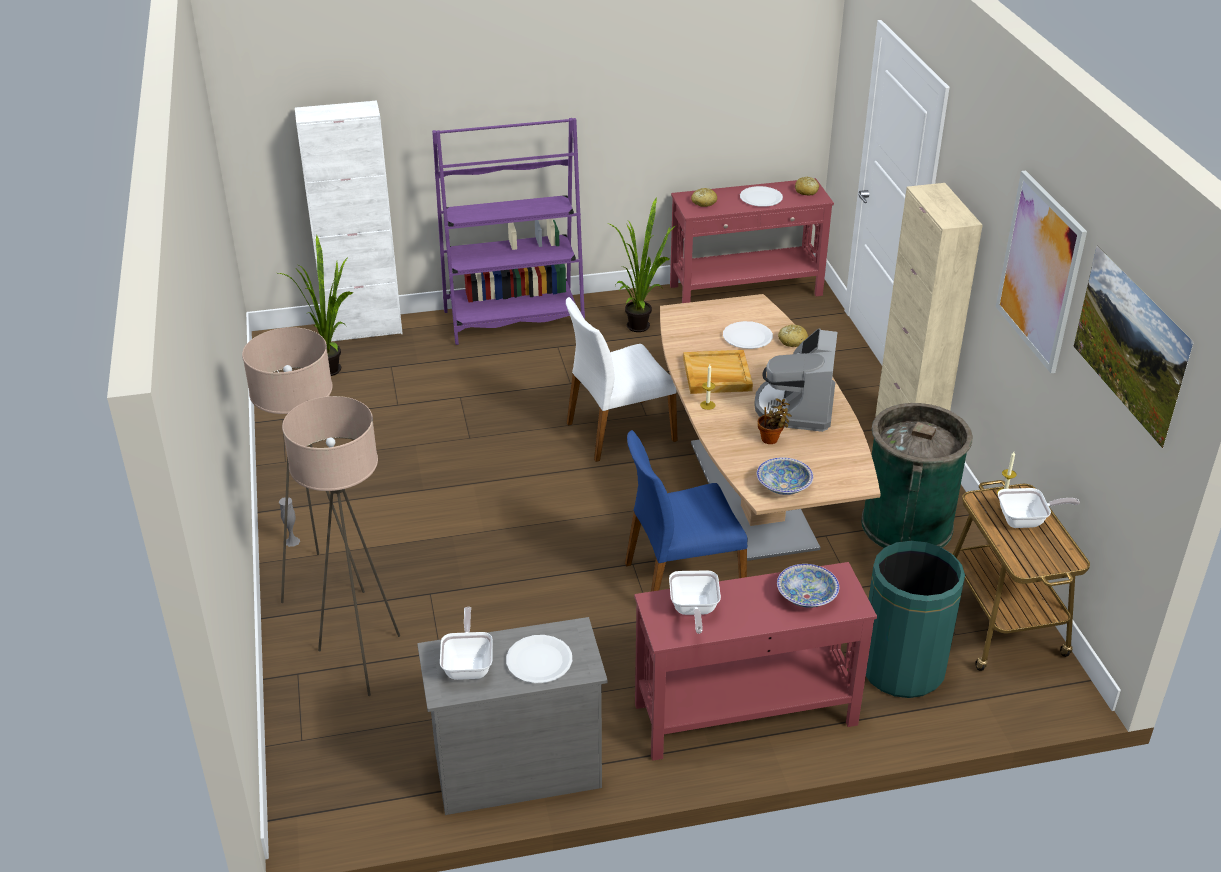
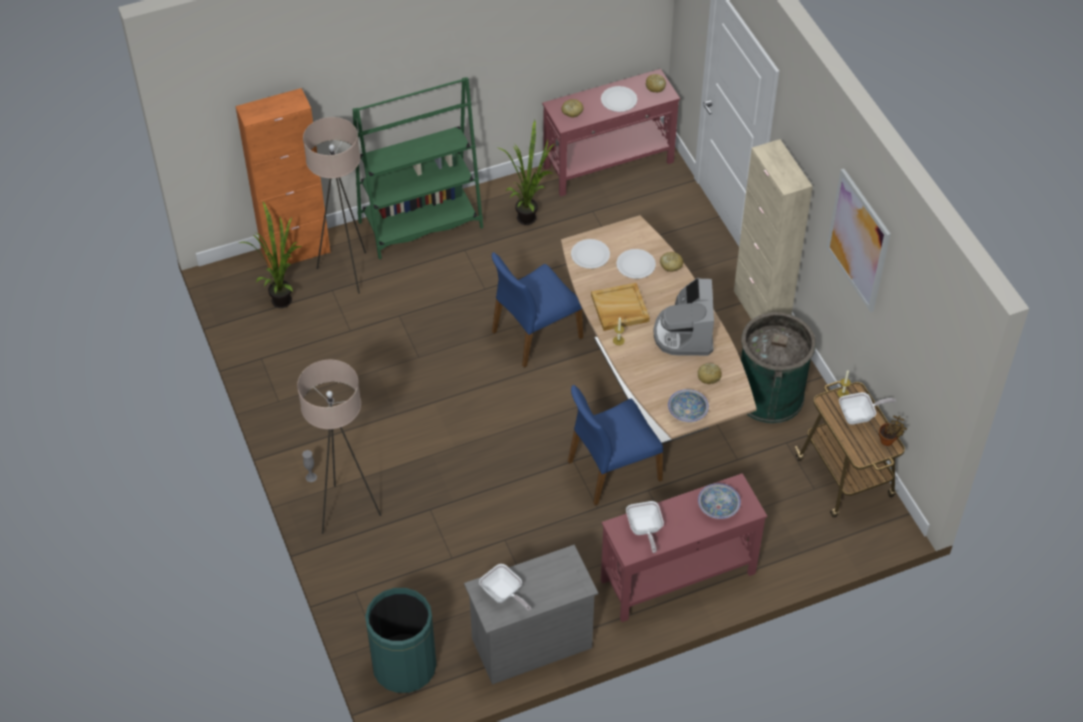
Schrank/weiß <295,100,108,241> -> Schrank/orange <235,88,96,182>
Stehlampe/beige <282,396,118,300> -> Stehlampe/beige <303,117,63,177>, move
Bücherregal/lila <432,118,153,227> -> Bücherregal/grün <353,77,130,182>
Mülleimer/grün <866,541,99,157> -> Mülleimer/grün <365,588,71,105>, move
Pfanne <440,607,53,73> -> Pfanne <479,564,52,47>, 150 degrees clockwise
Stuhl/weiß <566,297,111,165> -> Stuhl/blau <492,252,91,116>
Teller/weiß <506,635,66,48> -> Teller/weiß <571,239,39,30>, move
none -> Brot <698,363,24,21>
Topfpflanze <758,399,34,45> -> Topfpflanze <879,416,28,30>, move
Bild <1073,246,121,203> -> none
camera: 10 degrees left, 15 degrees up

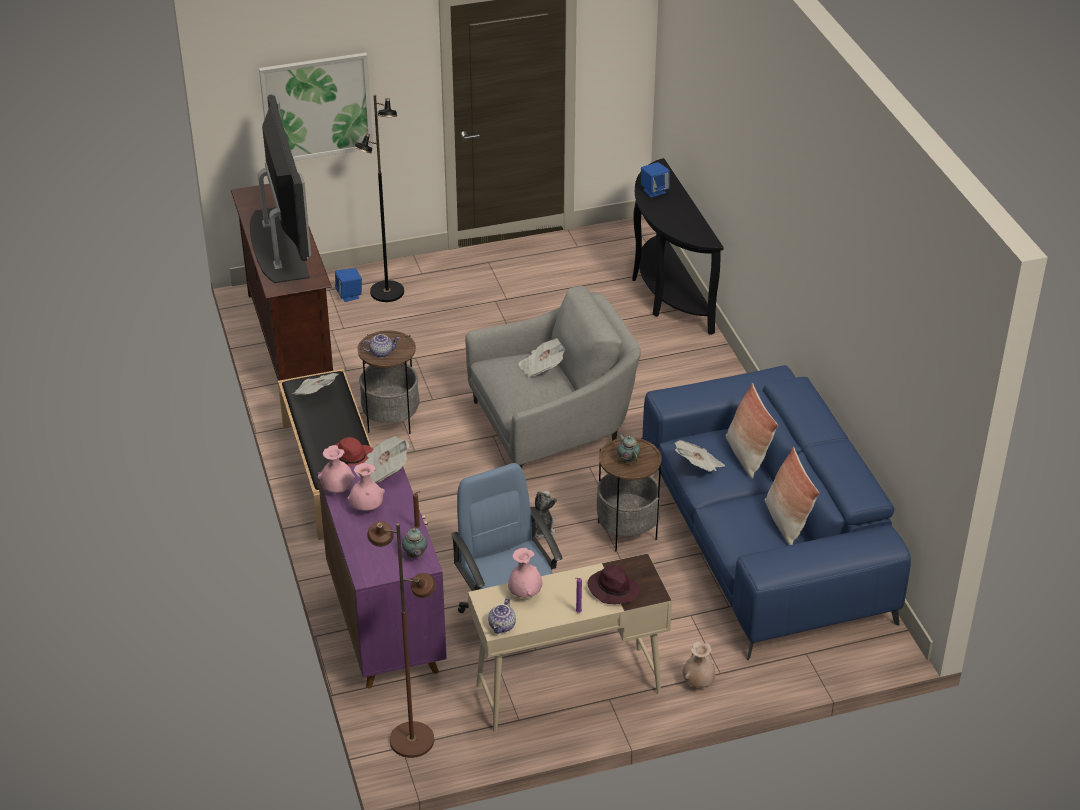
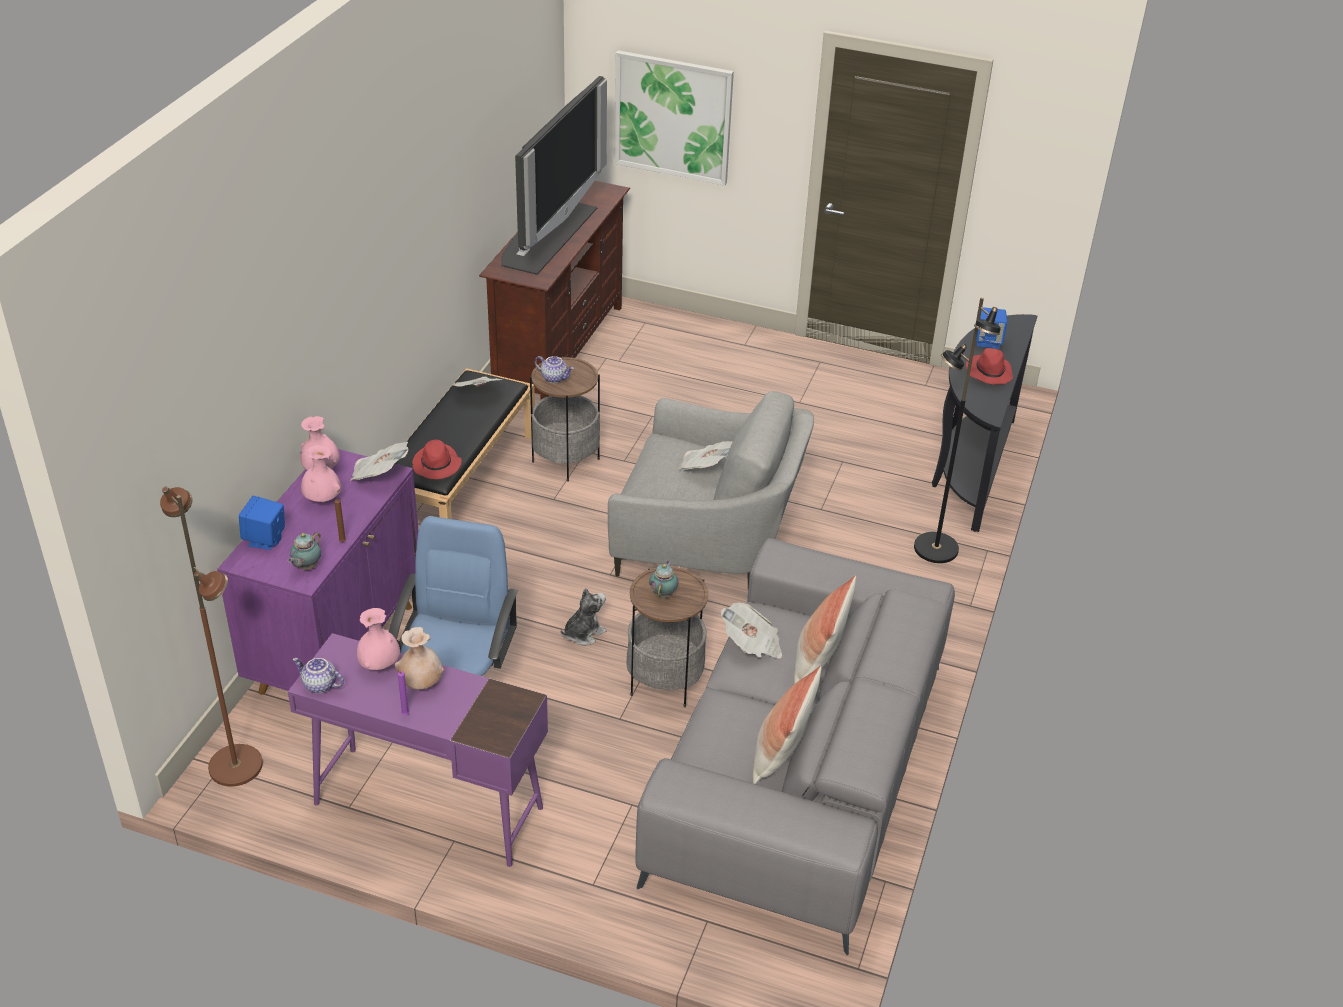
Lautsprecher/blau <335,268,27,34> -> Lautsprecher/blau <239,496,46,54>, move
Schreibtisch/beige <468,553,204,179> -> Schreibtisch/lila <288,633,260,234>
Teekanne <488,598,28,36> -> Teekanne <293,658,51,35>, 60 degrees clockwise
Vase/beige <682,641,33,47> -> Vase/beige <395,627,49,62>, move
Sofa/blau <642,365,269,295> -> Sofa/grau <635,538,320,417>
Stehlampe/schwarz <354,95,50,207> -> Stehlampe/schwarz <914,297,87,266>, move
none -> Hut/rot <966,348,47,37>
Hut/lila <588,565,52,39> -> none
camera: 35 degrees right, 0 degrees up

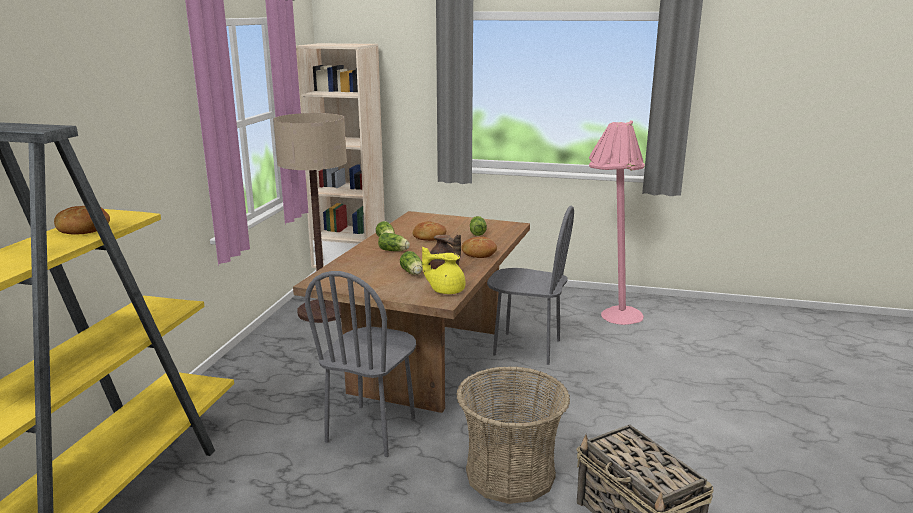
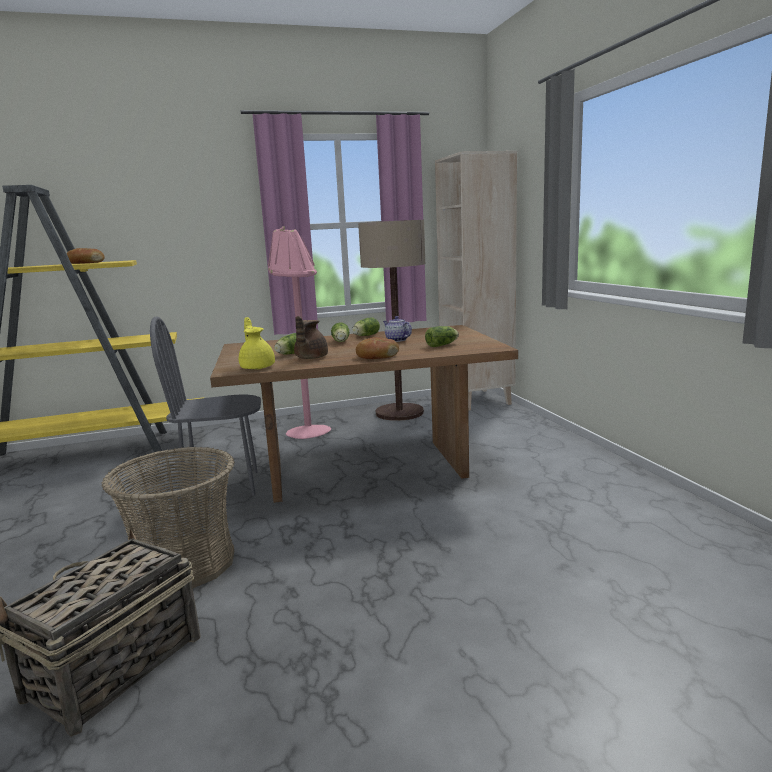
Stehlampe/rosa <589,120,56,205> -> Stehlampe/rosa <268,226,63,213>, move
Brot <412,221,34,20> -> Teekanne <383,316,29,26>
Stuhl/grau <487,206,87,159> -> none
camera: 60 degrees right, 5 degrees down

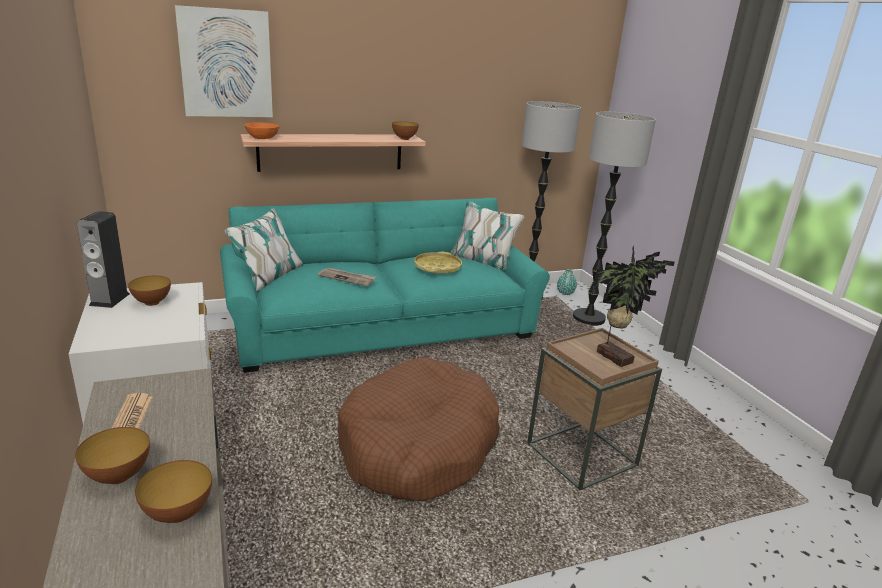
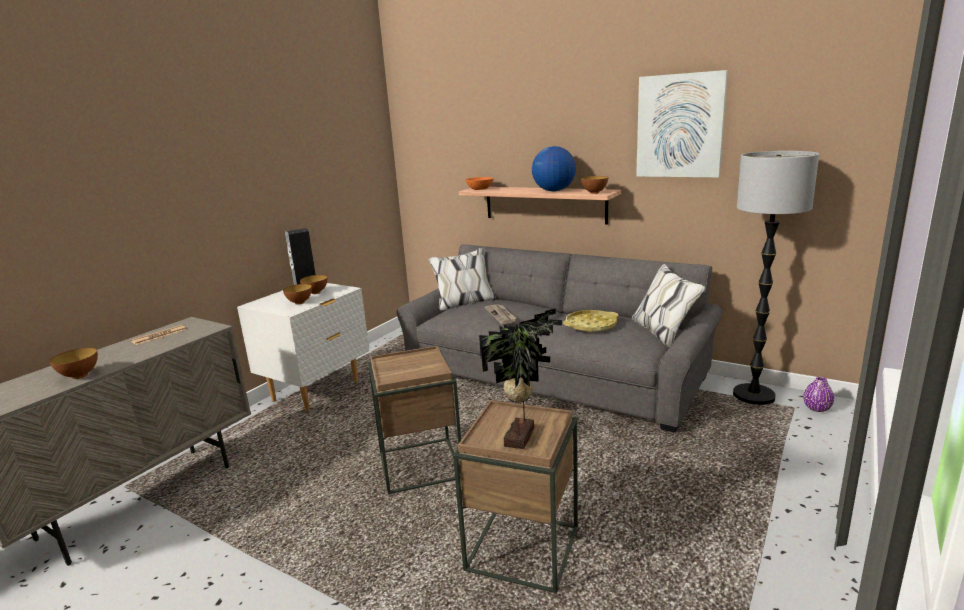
Schüssel <75,427,75,57> -> Schüssel <283,284,29,21>, move
Hundebett/braun <337,357,163,144> -> Beistelltisch/braun <368,346,93,148>
Sofa/türkis <220,198,330,175> -> Sofa/grau <397,244,326,189>
none -> Globus <532,146,44,46>
Bild <175,5,98,112> -> Bild <636,70,92,107>, move
Vase/türkis <557,269,20,26> -> Vase/lila <803,376,31,36>
Stehlampe <573,112,83,214> -> none
camera: 55 degrees right, 5 degrees down

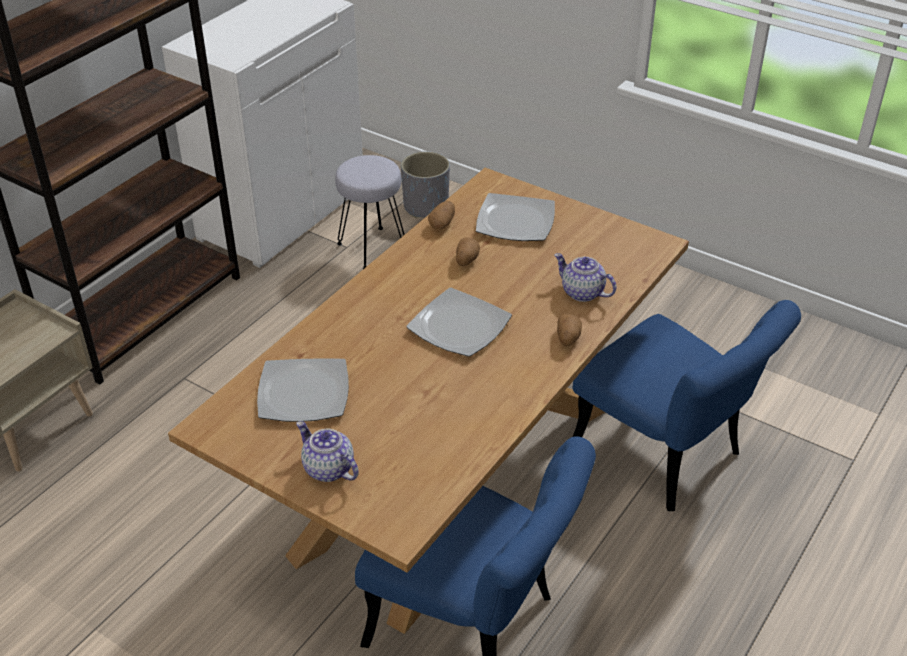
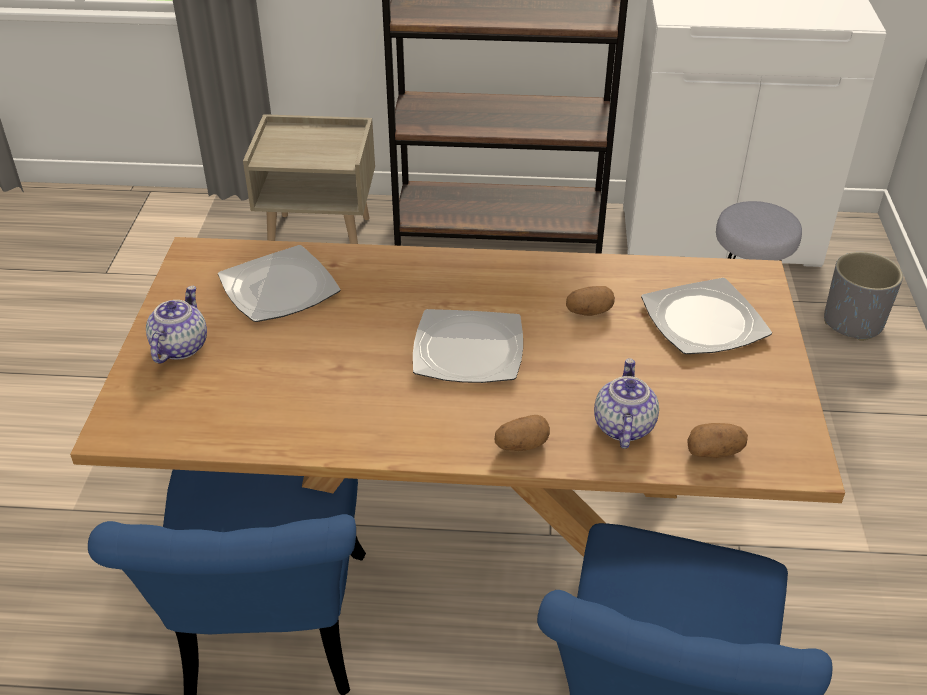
Kartoffel <428,201,27,29> -> Kartoffel <687,423,61,35>, move
camera: 60 degrees right, 0 degrees up

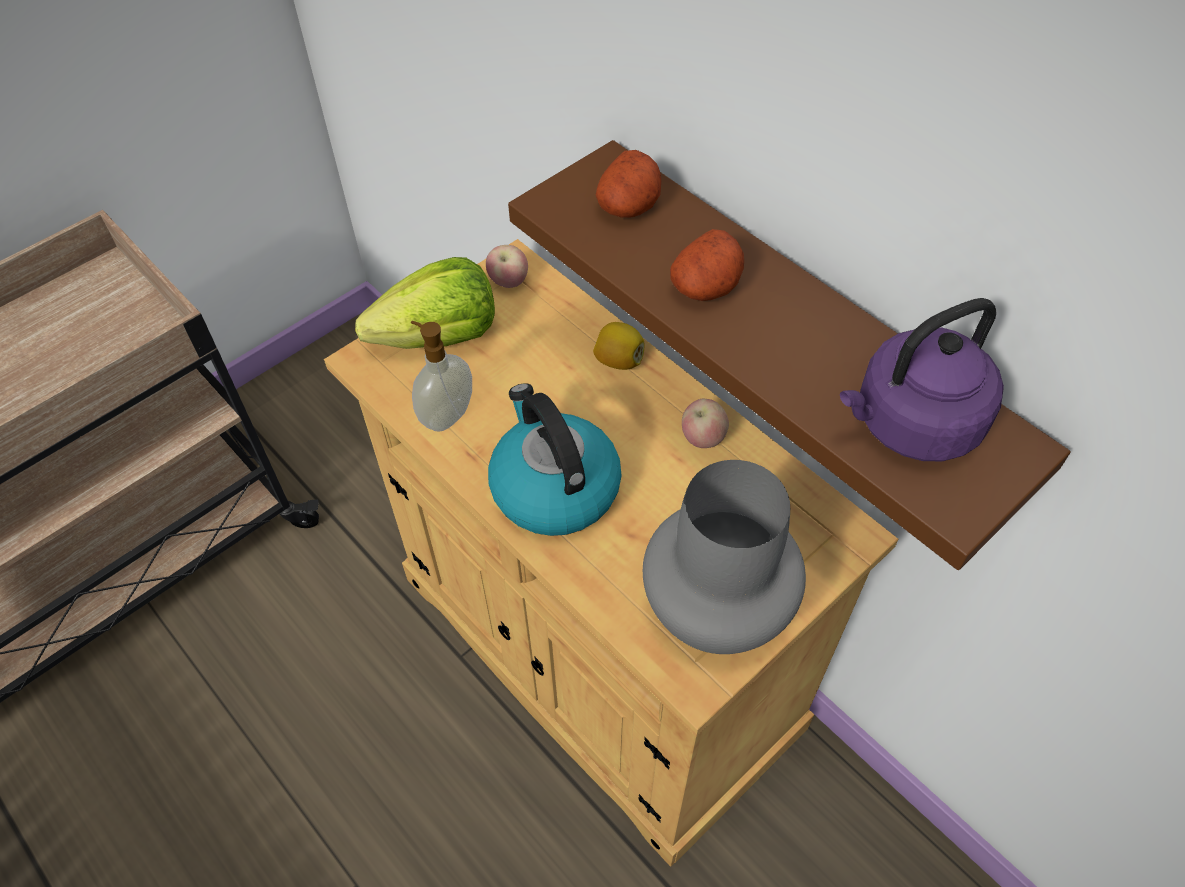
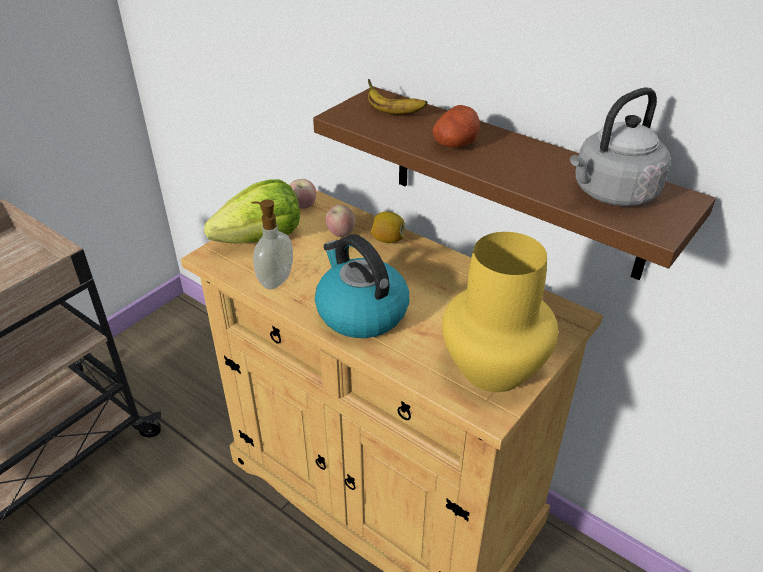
Apfel <682,399,47,49> -> Apfel <326,205,30,32>, move
Kartoffel <596,150,65,68> -> Banane <368,79,60,36>
Vase/grau <643,460,163,194> -> Vase/gelb <442,232,116,160>
Wasserkessel/lila <840,298,164,163> -> Wasserkessel/grau <570,87,101,119>
camera: 10 degrees left, 15 degrees down

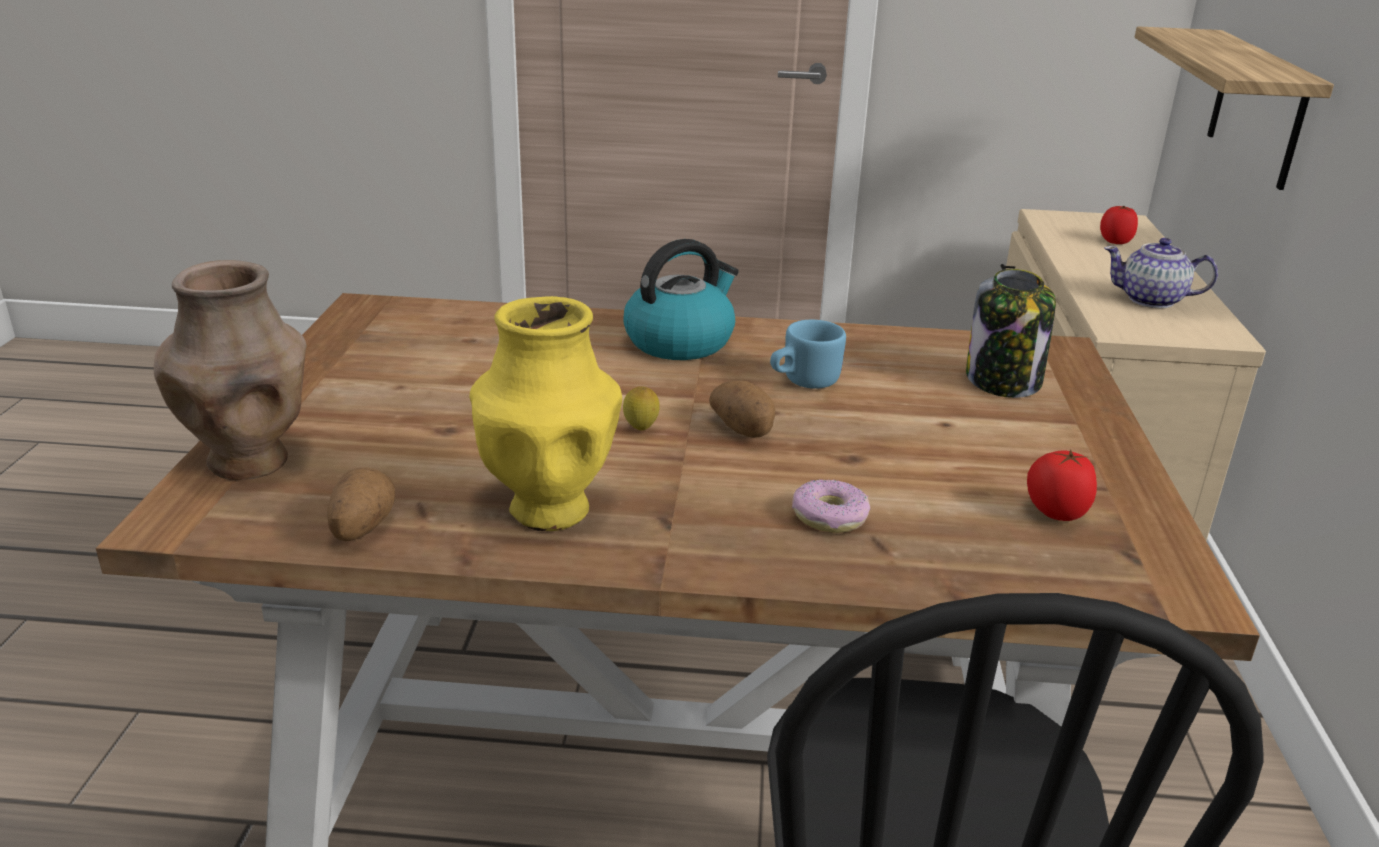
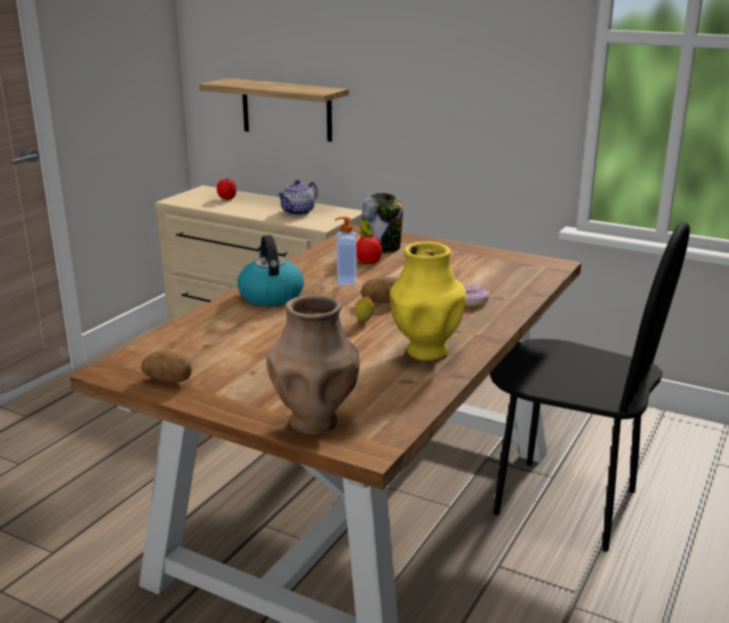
Kartoffel <327,467,68,74> -> Kartoffel <141,350,51,33>, move
Henkelbecher/blau <770,320,76,69> -> Seifenspender <335,217,21,68>
Tomate <1027,449,70,72> -> Tomate <356,235,26,29>, move
camera: 65 degrees left, 5 degrees down

